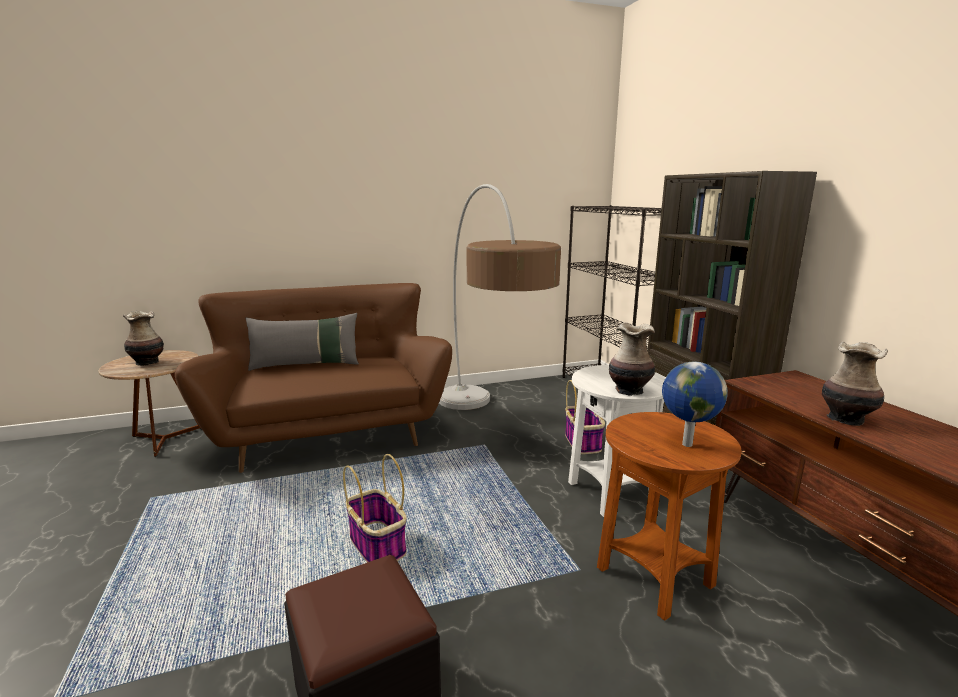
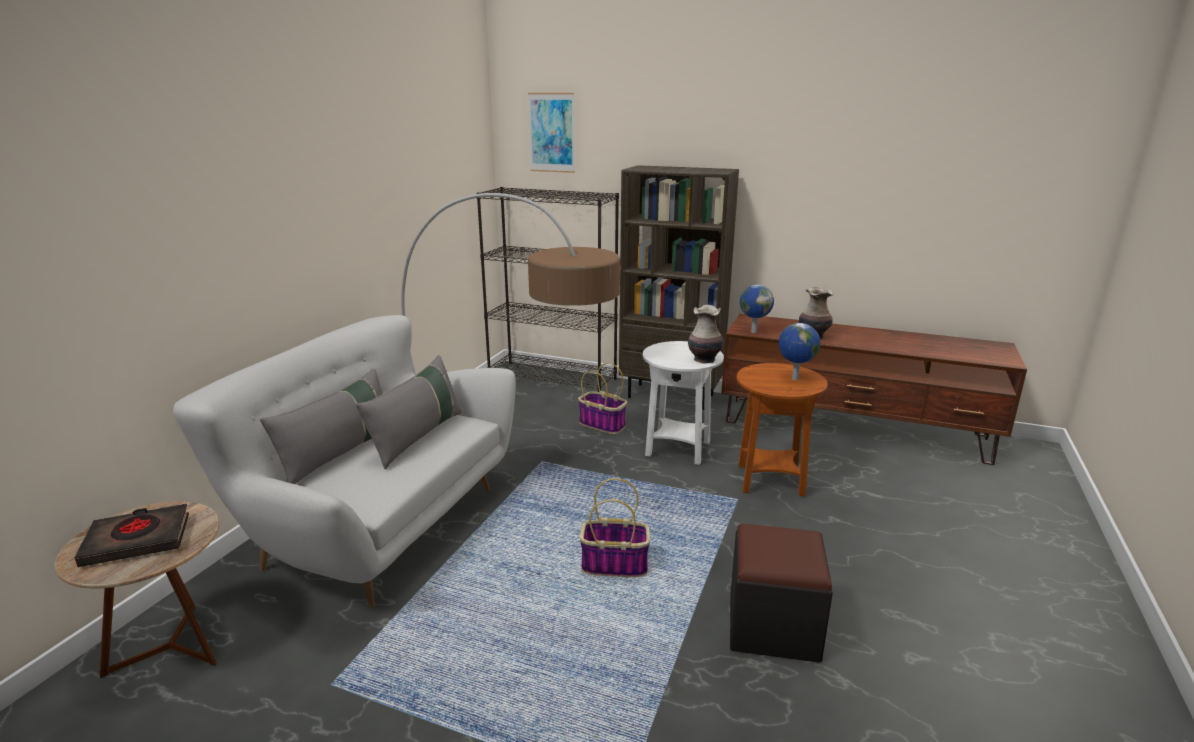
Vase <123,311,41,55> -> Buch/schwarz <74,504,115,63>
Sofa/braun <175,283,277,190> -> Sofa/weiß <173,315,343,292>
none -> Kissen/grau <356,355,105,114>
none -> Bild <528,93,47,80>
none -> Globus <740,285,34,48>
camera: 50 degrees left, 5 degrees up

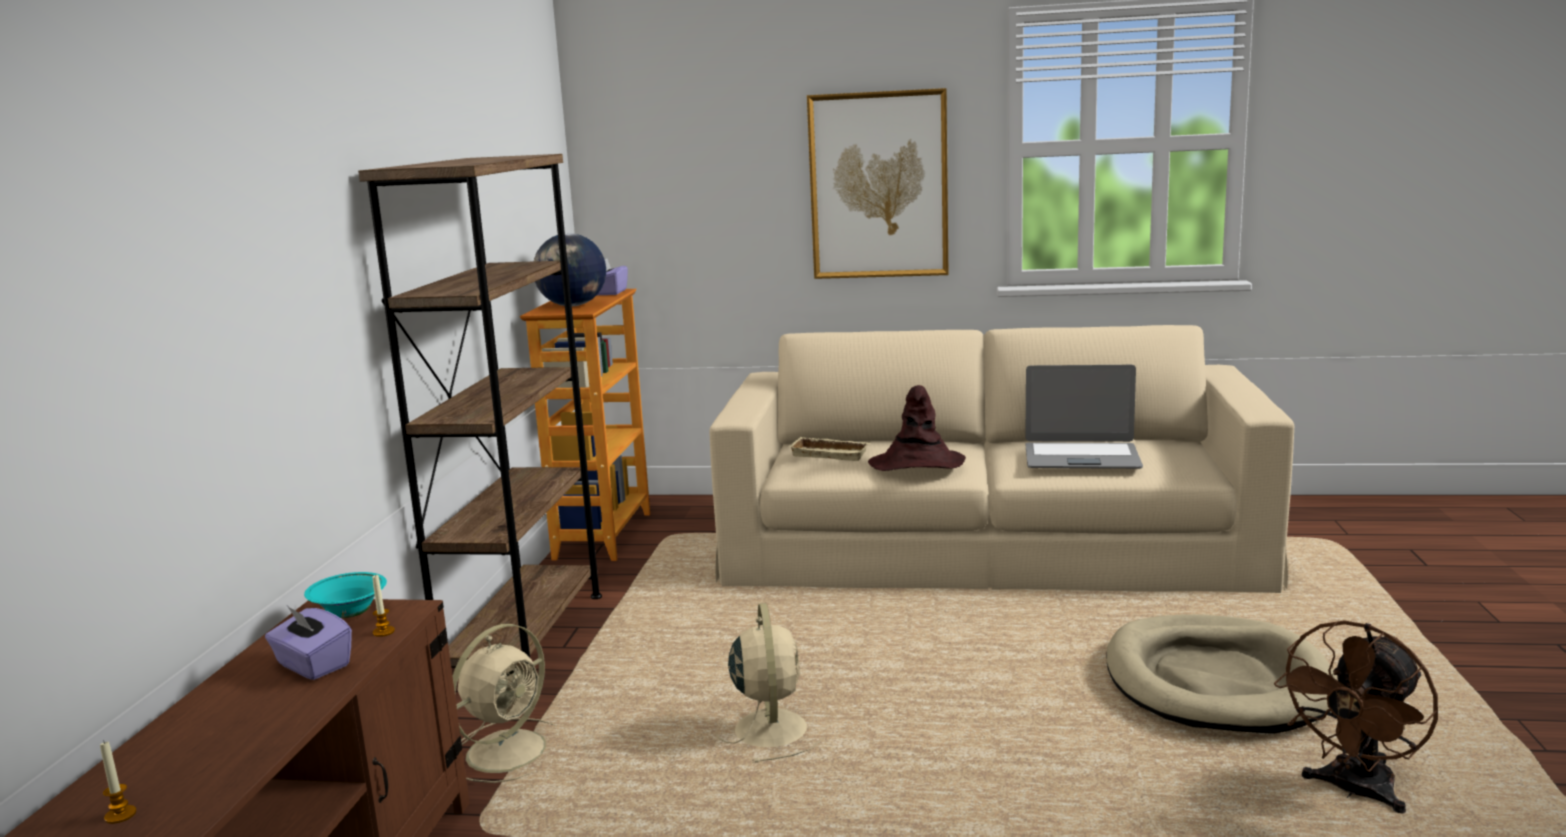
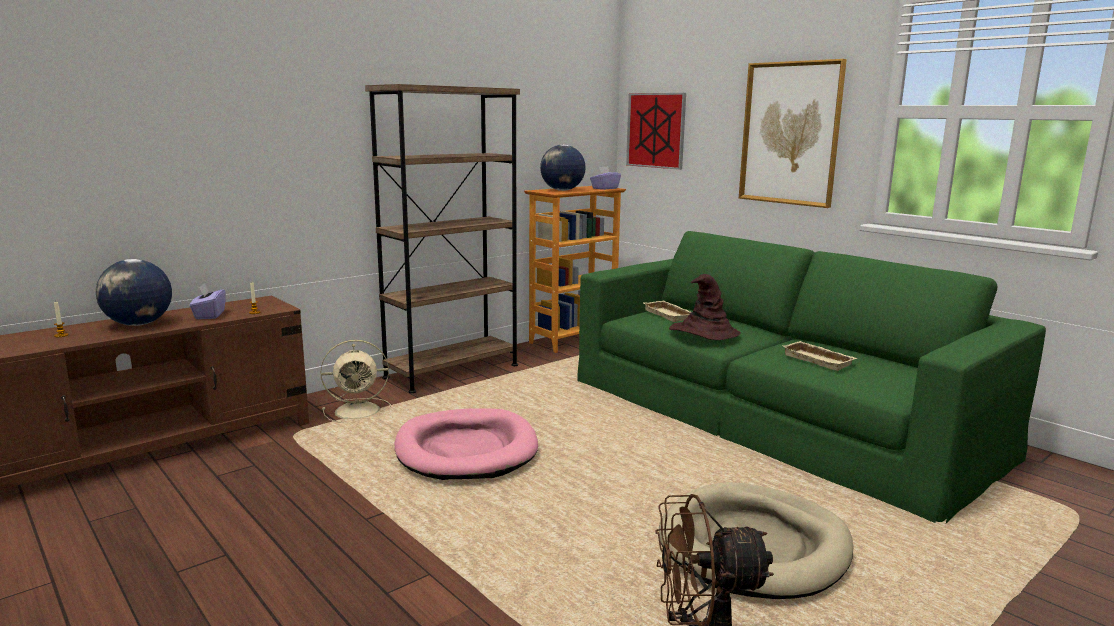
none -> Globus <96,259,76,67>
Ventilator/beige <716,603,107,160> -> Hundebett/rosa <395,408,143,72>
Sofa/beige <709,325,585,268> -> Sofa/grün <577,231,469,292>
none -> Bild <626,93,60,77>
Laptop <1026,365,117,104> -> Tablett/beige <782,341,76,30>
Schüssel/türkis <304,572,83,46> -> none
camera: 40 degrees right, 0 degrees up

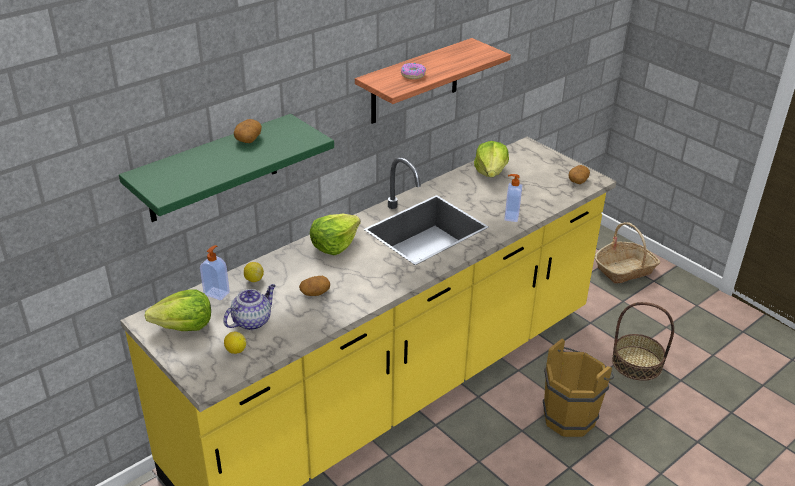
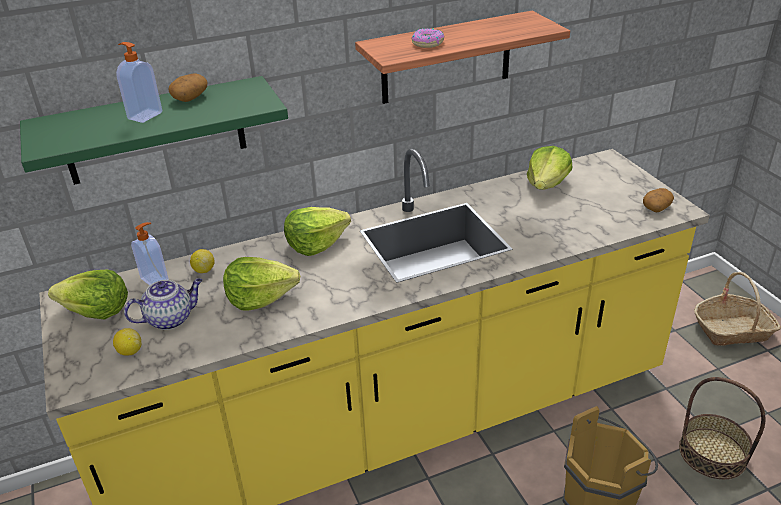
Seifenspender <504,174,18,48> -> Seifenspender <116,42,46,81>, move
Kartoffel <299,276,31,20> -> Salatkopf <223,257,77,54>
camera: 20 degrees right, 0 degrees up

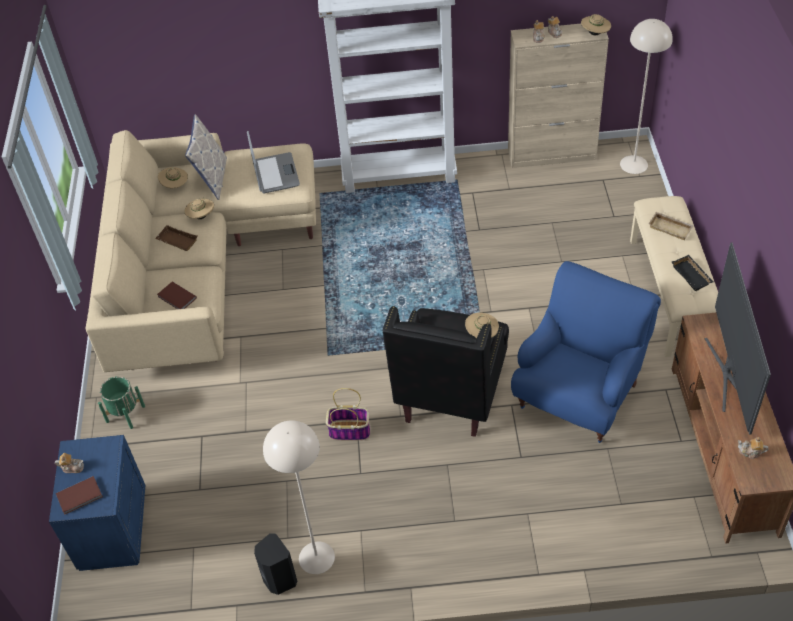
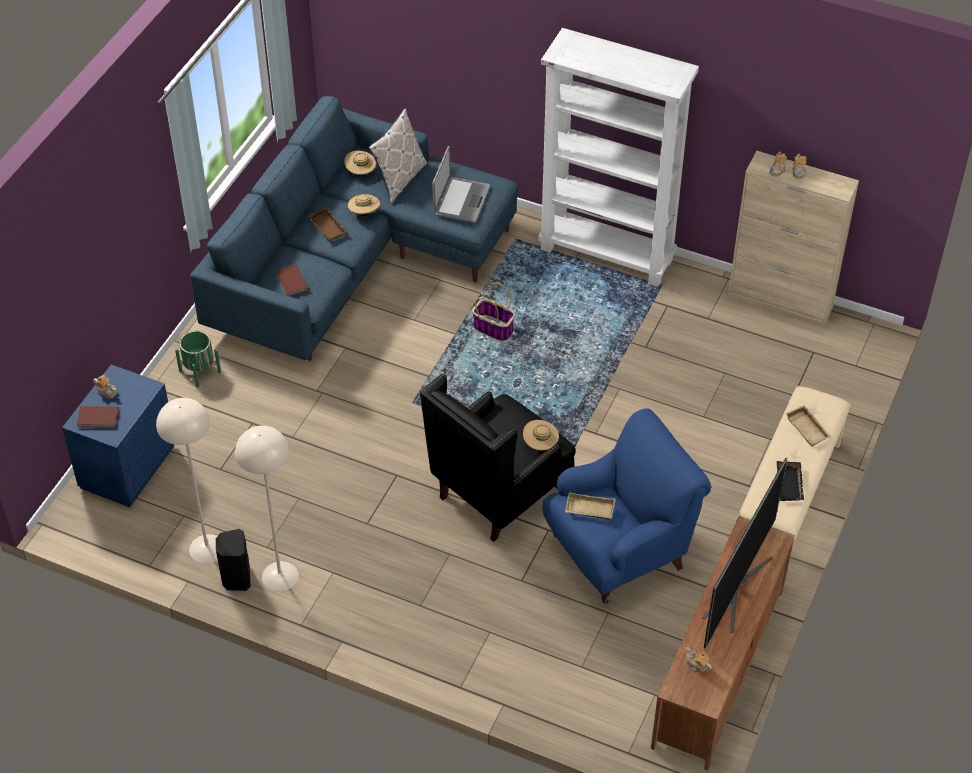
Stehlampe/beige <620,19,53,155> -> Stehlampe/beige <156,398,62,166>, move
Sofa/beige <86,130,230,242> -> Sofa/blau <190,96,328,265>
Korb <326,388,44,52> -> Korb <472,282,43,59>, move
none -> Tablett/beige <565,492,50,28>
Hut/beige <581,14,30,21> -> none
camera: 25 degrees right, 0 degrees up

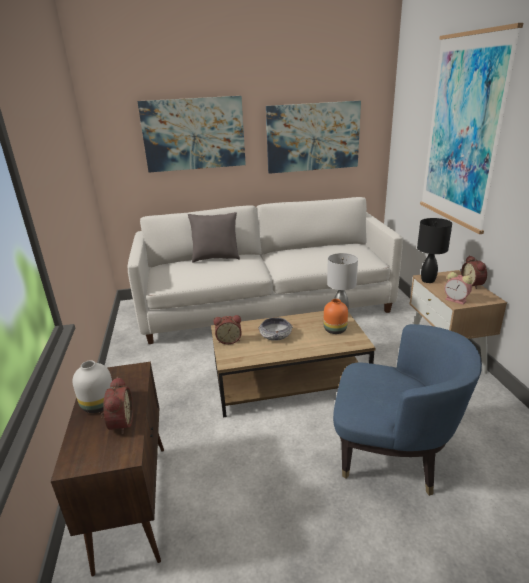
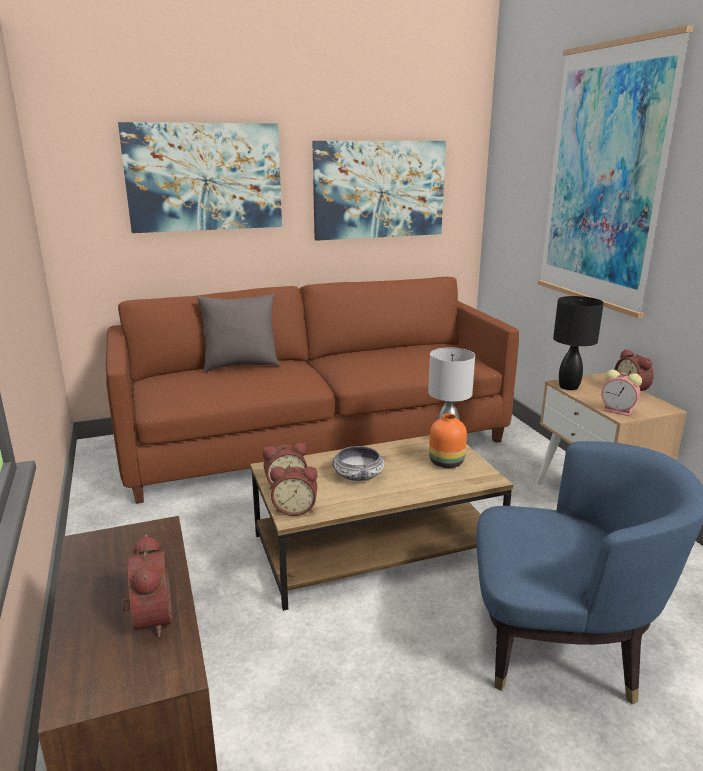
Sofa/weiß <127,197,276,147> -> Sofa/braun <106,277,413,227>
none -> Wecker <270,466,48,50>
Vase/weiß <73,360,41,53> -> none
camera: 10 degrees left, 5 degrees down

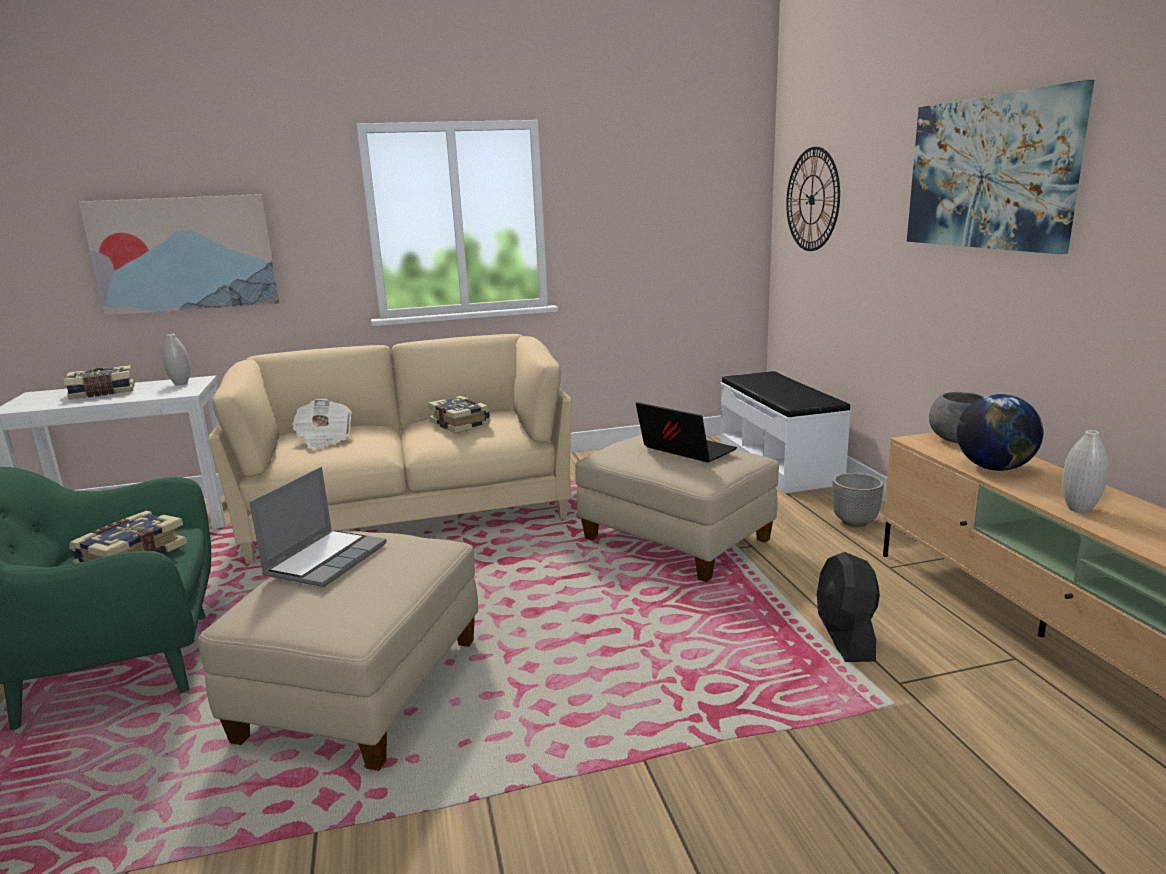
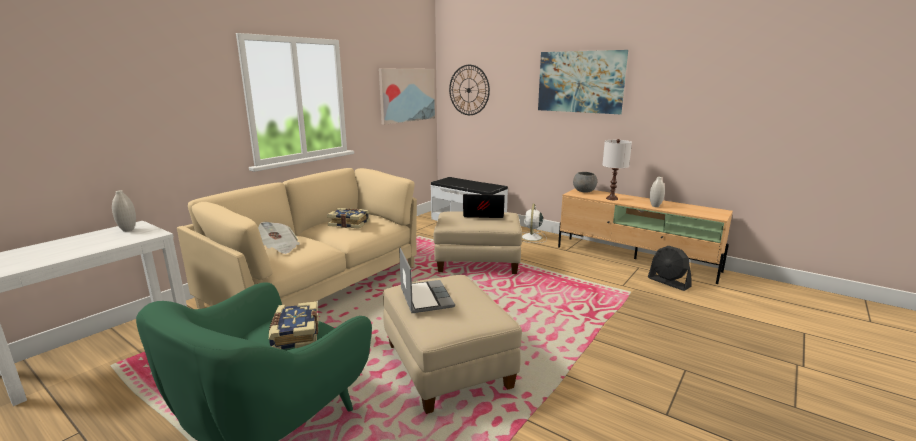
Bild <78,194,202,122> -> Bild <379,69,56,56>, move
Pflanzkübel <832,473,52,54> -> Ventilator/weiß <522,204,25,39>
Globus <957,394,86,77> -> Tischlampe/weiß <602,139,30,61>
Ventilator/schwarz <817,552,63,110> -> Ventilator/schwarz <648,246,43,45>, move
Buch <64,365,71,35> -> none
camera: 40 degrees left, 0 degrees up

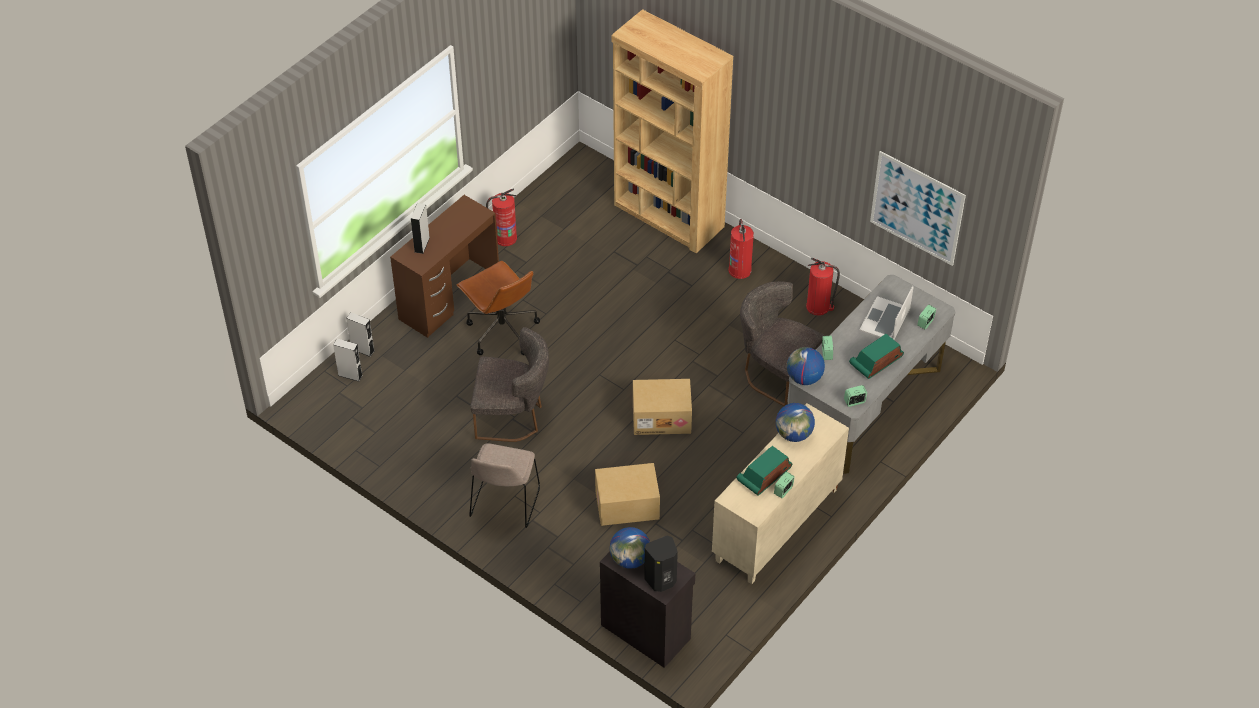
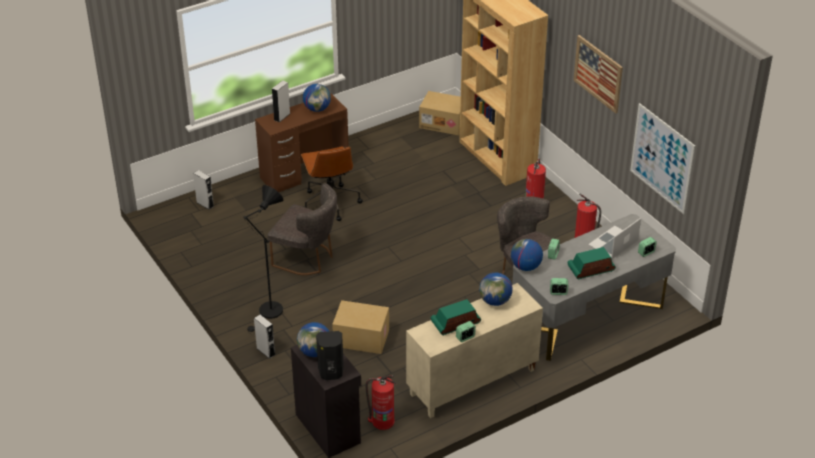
Stuhl/beige <469,443,71,85> -> Stehlampe/schwarz <244,185,39,147>
Lautsprecher/grau <346,313,28,44> -> Lautsprecher/grau <254,315,21,44>, move
none -> Globus <303,84,28,28>
Feuerlöscher <486,188,31,58> -> Feuerlöscher <366,375,31,55>, move
Karton <633,379,59,56> -> Karton <419,91,42,44>, move
none -> Bild <573,35,50,79>
camera: 20 degrees right, 10 degrees down

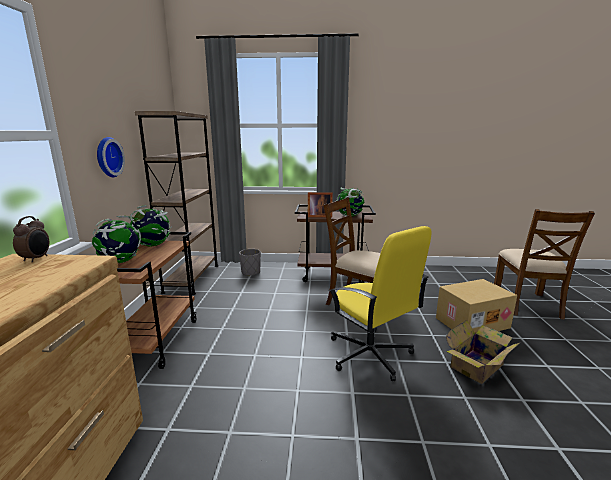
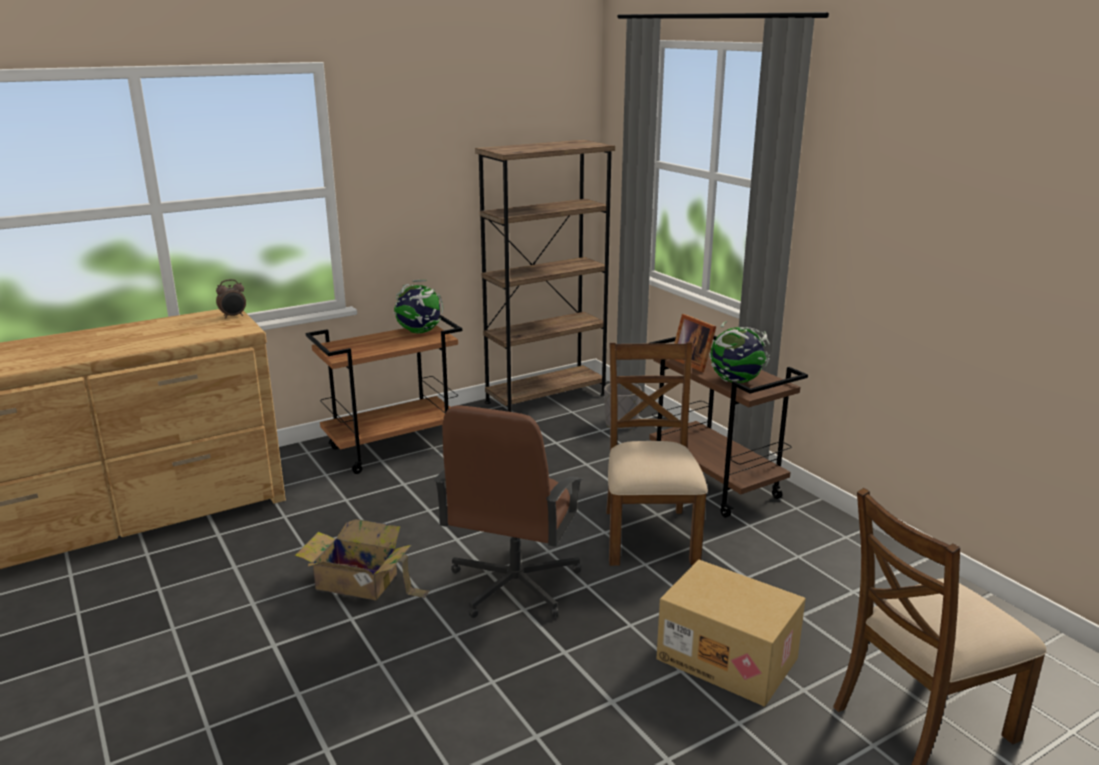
Karton <446,320,75,64> -> Karton <294,519,135,82>, move
Bürostuhl/gelb <329,226,103,155> -> Bürostuhl/braun <434,405,149,213>
Globus <92,216,49,47> -> none
Wanduhr <97,137,28,40> -> none
camera: 55 degrees right, 5 degrees up

